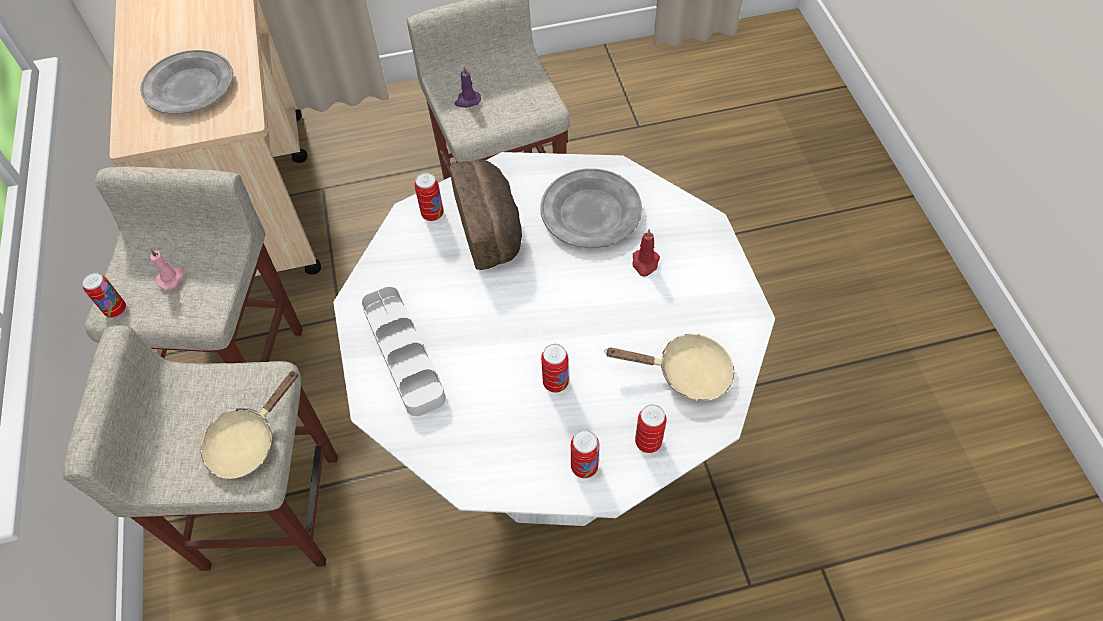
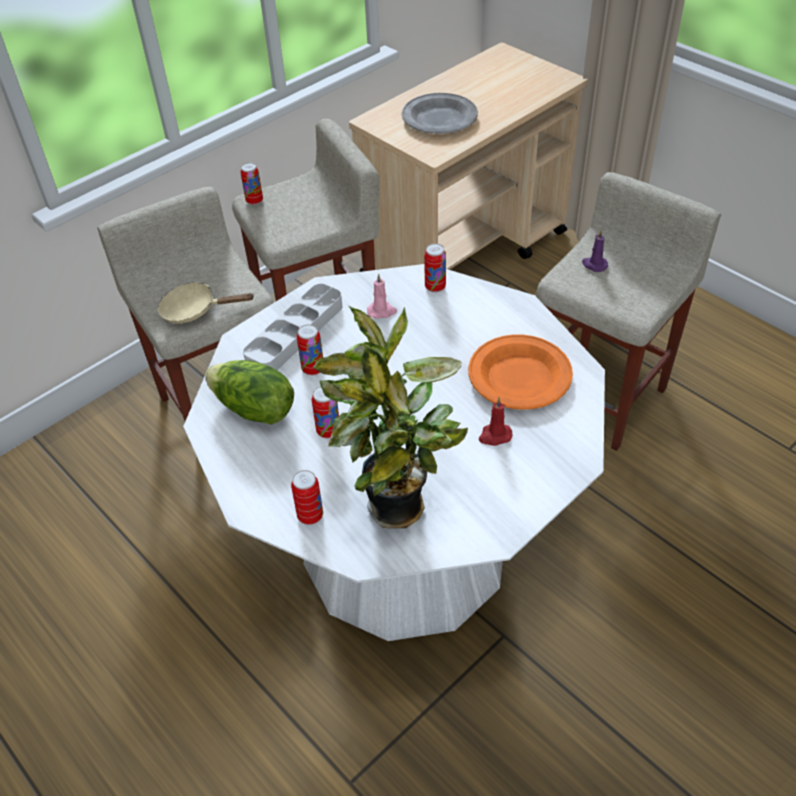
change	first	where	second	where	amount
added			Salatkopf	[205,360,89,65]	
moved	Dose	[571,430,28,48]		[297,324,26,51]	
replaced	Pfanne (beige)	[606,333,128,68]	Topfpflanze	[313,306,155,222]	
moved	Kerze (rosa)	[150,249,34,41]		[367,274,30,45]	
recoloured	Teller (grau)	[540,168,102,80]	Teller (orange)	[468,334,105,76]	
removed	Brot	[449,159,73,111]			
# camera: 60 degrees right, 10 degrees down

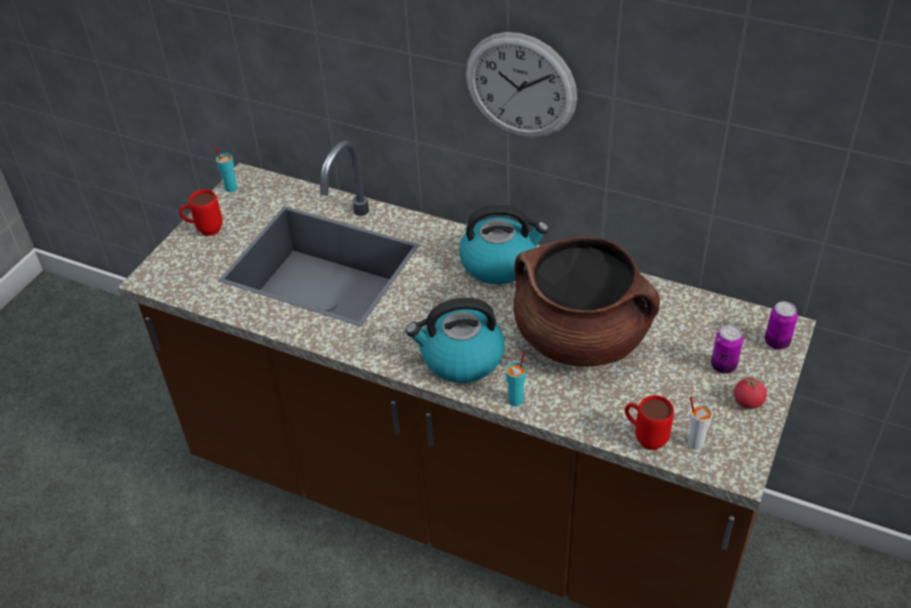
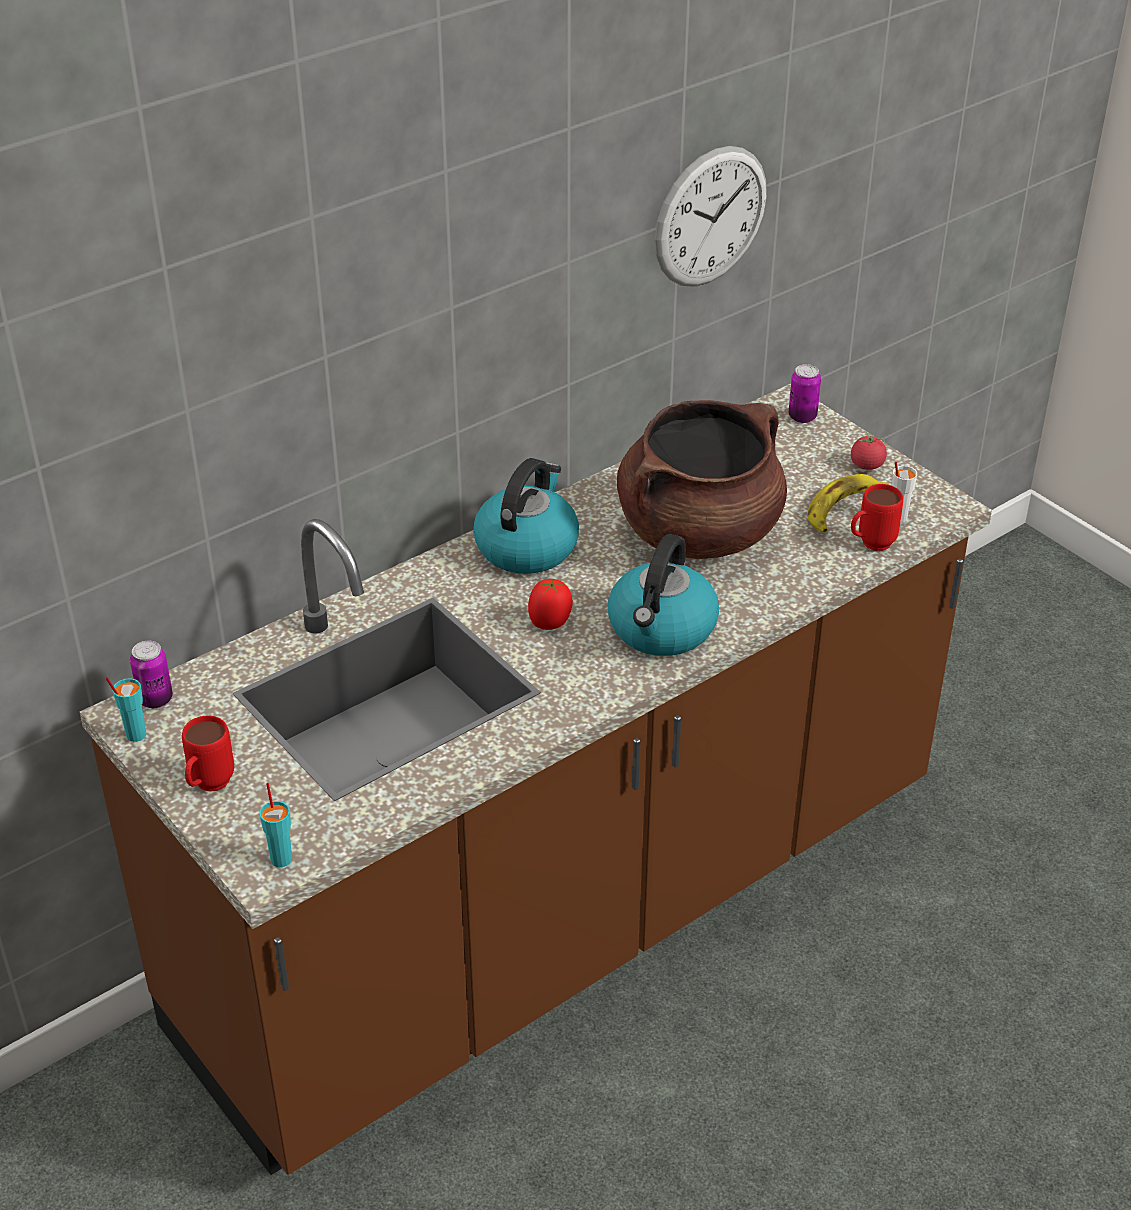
change	first	where	second	where	amount
moved	Dose	[711,325,32,49]		[130,641,43,67]	
moved	Tasse (türkis)	[505,351,21,56]		[259,783,33,84]	
added			Tomate	[528,579,45,51]	
moved	Wanduhr	[466,32,111,106]		[654,146,113,141]	
added			Banane	[807,474,82,58]	
# camera: 65 degrees left, 5 degrees down

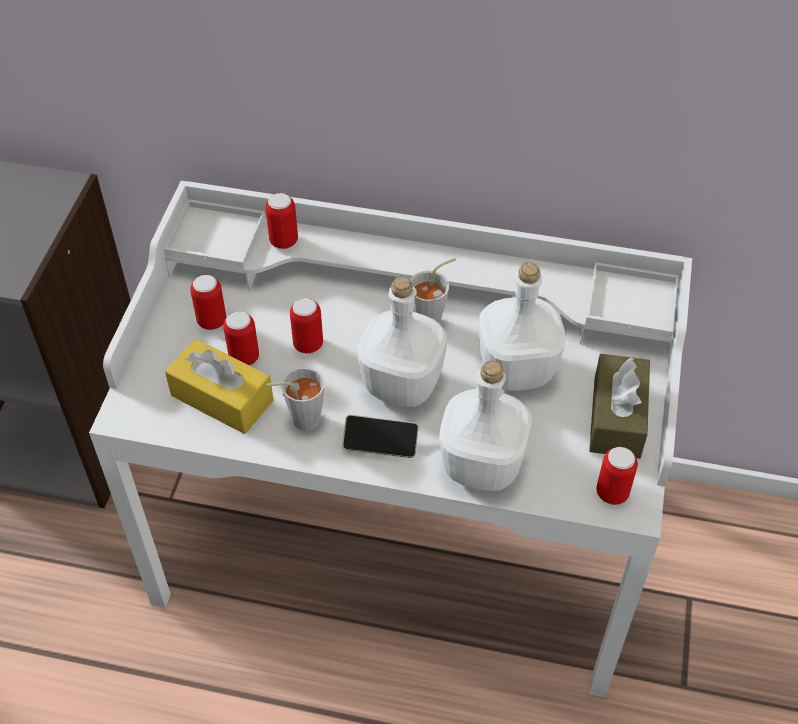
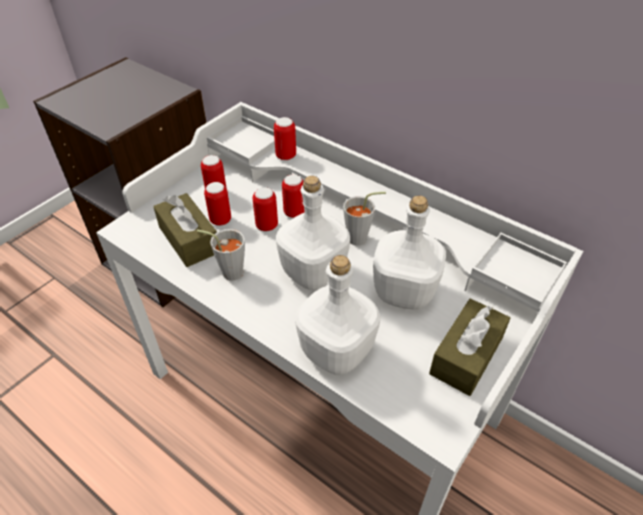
change	first	where	second	where	amount
recoloured	Taschentuchbox (gelb)	[165,339,109,95]	Taschentuchbox (braun)	[153,193,64,74]	
moved	Dose	[596,447,42,58]		[282,175,22,43]	
removed	Handy	[342,415,77,43]			
# camera: 25 degrees right, 5 degrees down

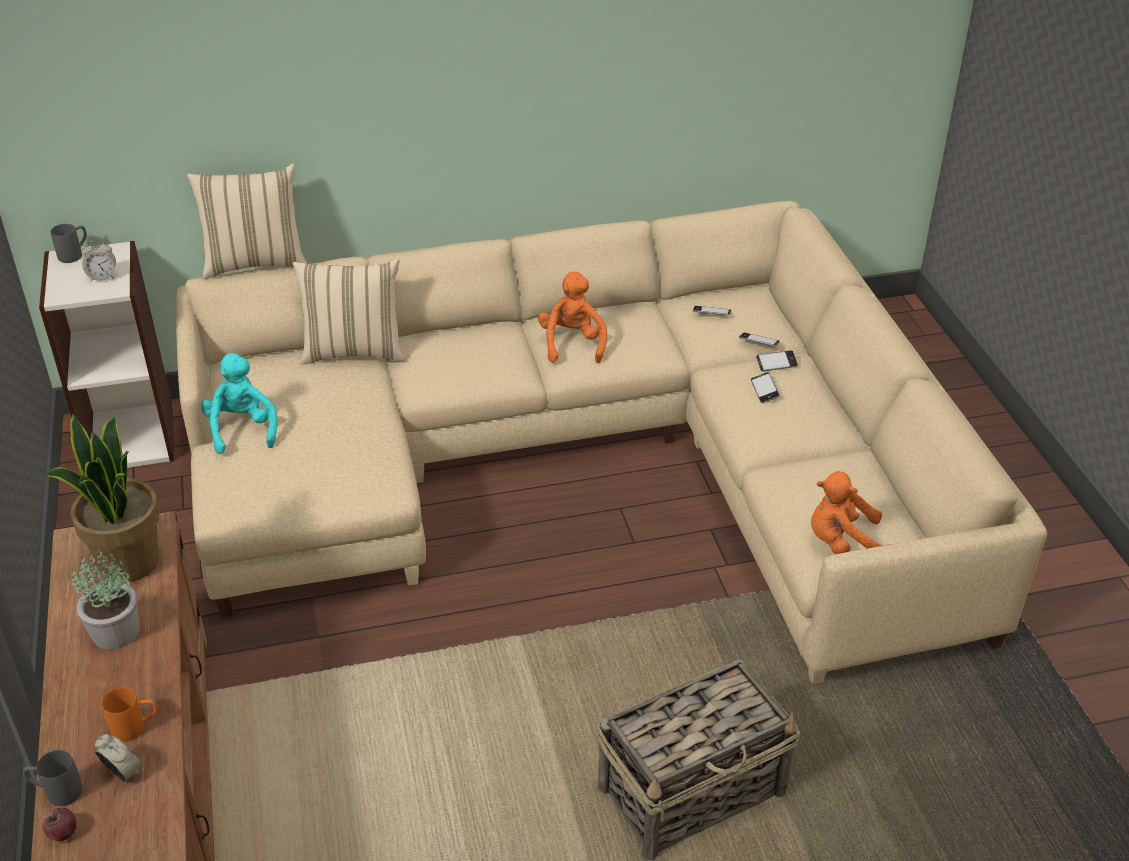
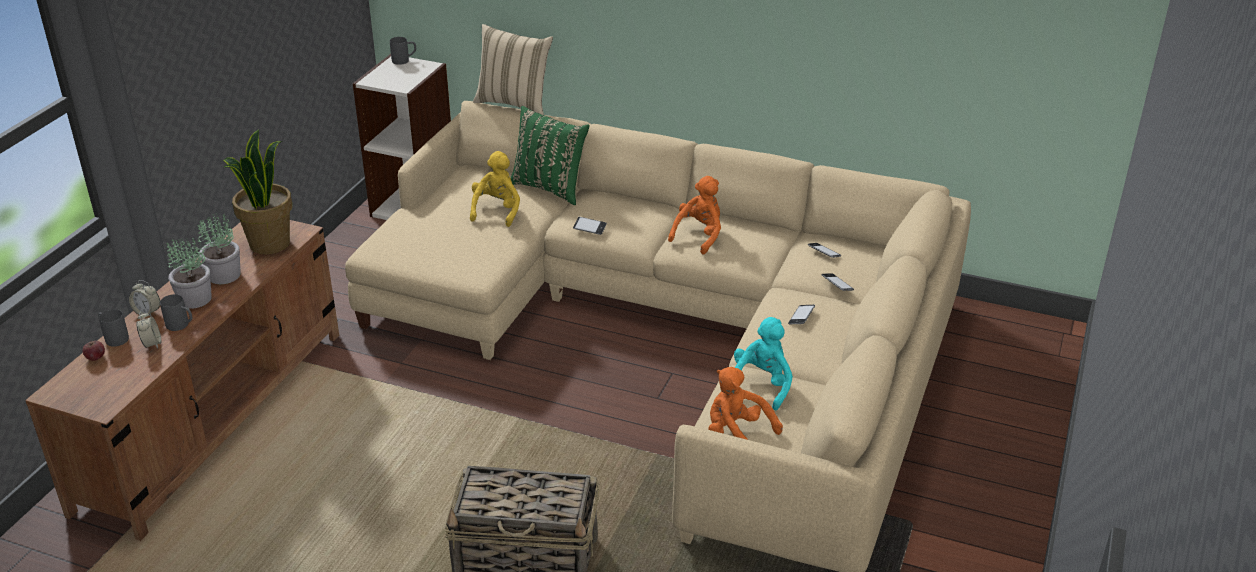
change	first	where	second	where	amount
moved	Wecker	[82,240,34,41]		[129,280,31,36]	
recoloured	Henkelbecher (orange)	[102,687,56,55]	Henkelbecher (grau)	[160,294,32,37]	
added			Topfpflanze	[166,238,46,71]	
added			Plüschtier (gelb)	[470,151,50,76]	
recoloured	Kissen (beige)	[293,258,113,107]	Kissen (grün)	[510,106,79,99]	
moved	Handy	[756,350,42,21]		[573,217,34,18]	
moved	Plüschtier (türkis)	[201,353,76,101]		[734,317,59,94]	
# camera: 35 degrees right, 5 degrees down

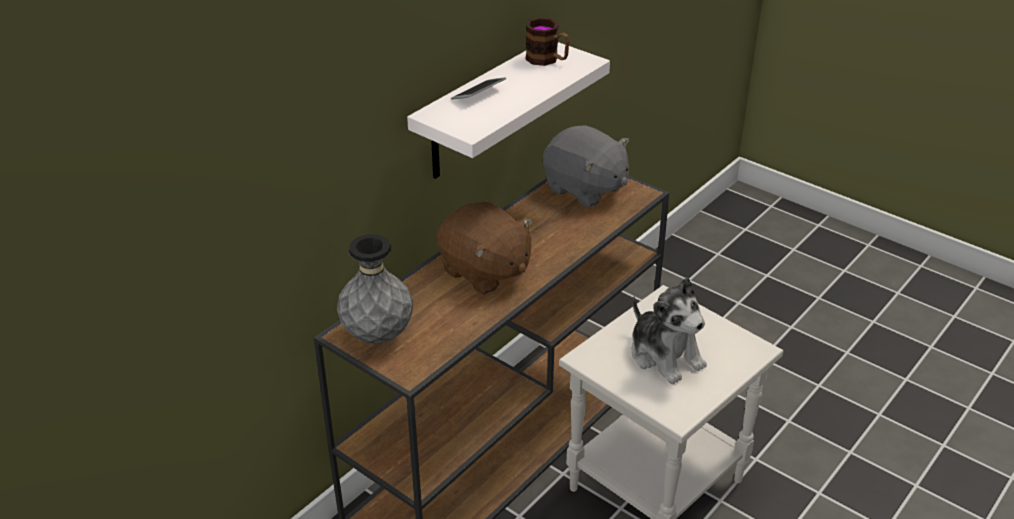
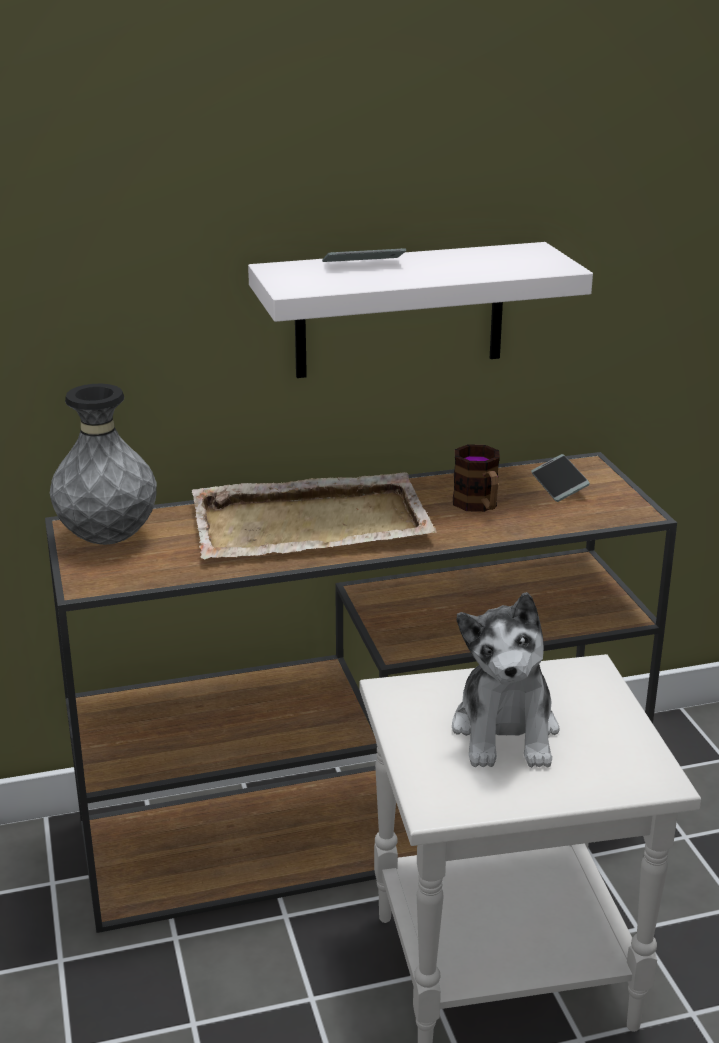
change	first	where	second	where	amount
replaced	Plüschtier (braun)	[436,202,97,93]	Tablett (beige)	[192,472,245,87]	
moved	Henkelbecher	[525,17,45,49]		[453,444,47,68]	
replaced	Plüschtier (grau)	[543,125,86,83]	Handy	[531,454,59,48]	
# camera: 35 degrees right, 10 degrees down

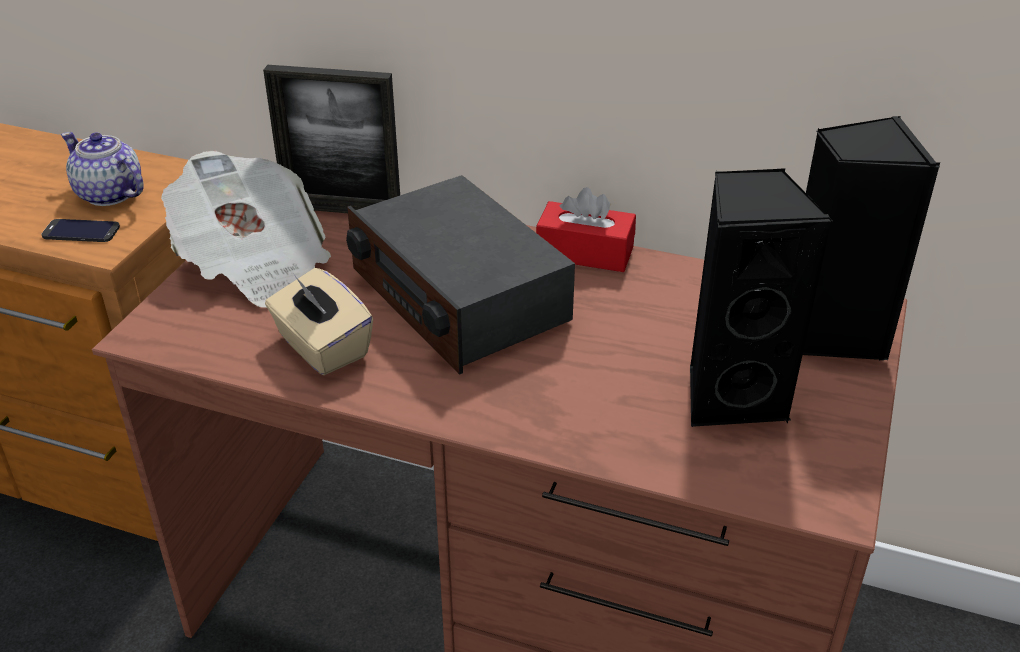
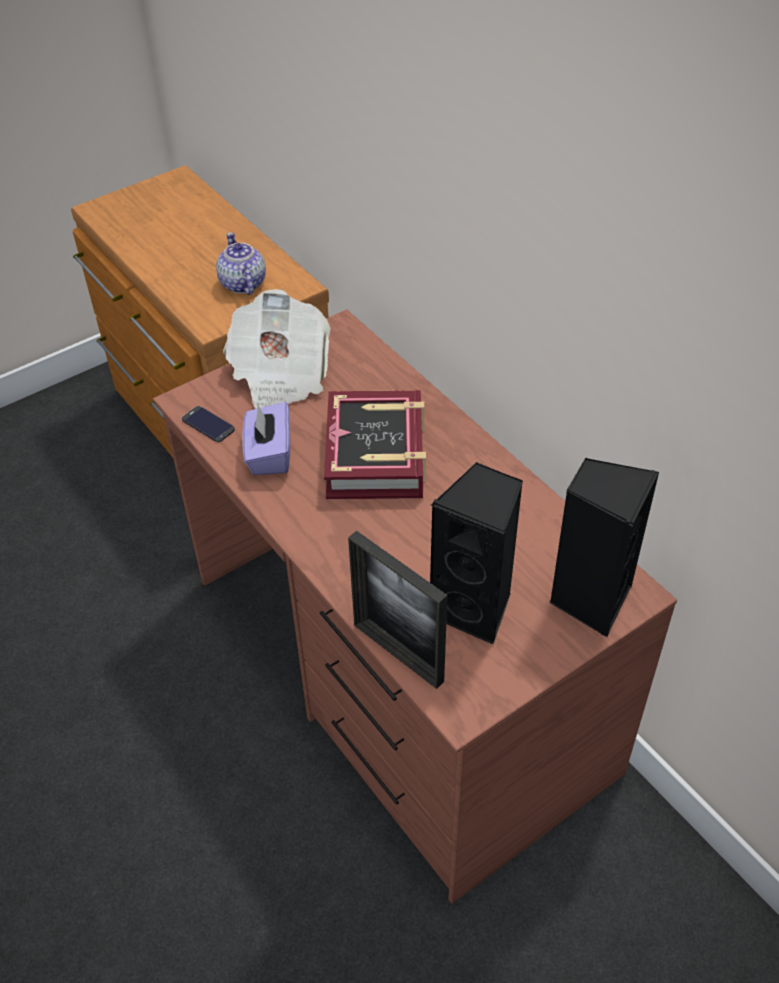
change	first	where	second	where	amount
moved	Handy	[42,219,78,23]		[182,406,53,36]	
recoloured	Taschentuchbox (beige)	[265,268,108,107]	Taschentuchbox (lila)	[242,402,48,73]	
replaced	Radio	[346,175,229,200]	Buch	[324,390,102,109]	
moved	Bilderrahmen	[263,65,137,148]		[348,531,99,158]	
removed	Taschentuchbox (rot)	[536,187,100,85]			
# camera: 35 degrees right, 10 degrees up

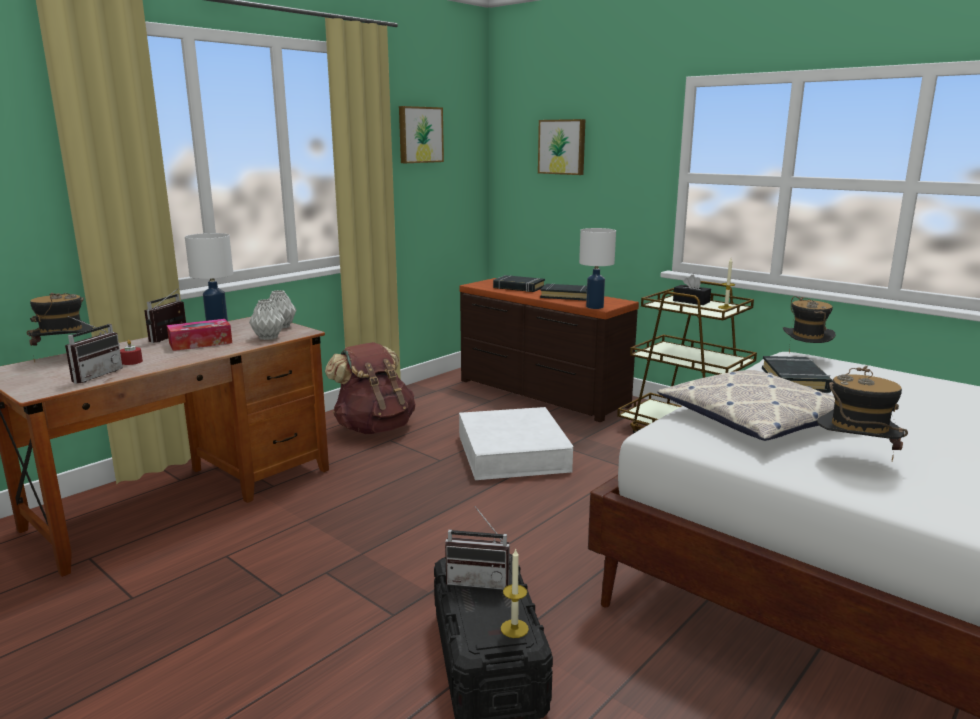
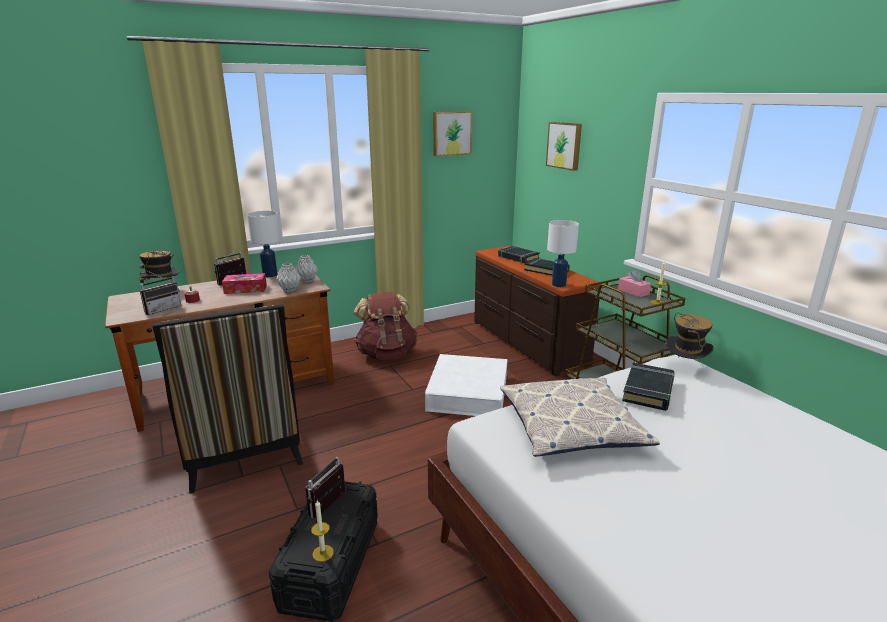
change	first	where	second	where	amount
added			Stuhl	[152,304,151,190]	
turned	Radio	[445,506,67,84]		[305,457,41,62]	90 degrees clockwise
recoloured	Taschentuchbox (schwarz)	[673,275,38,30]	Taschentuchbox (rosa)	[618,270,33,27]	
removed	Hut	[817,366,91,95]			
# camera: 20 degrees right, 5 degrees up

